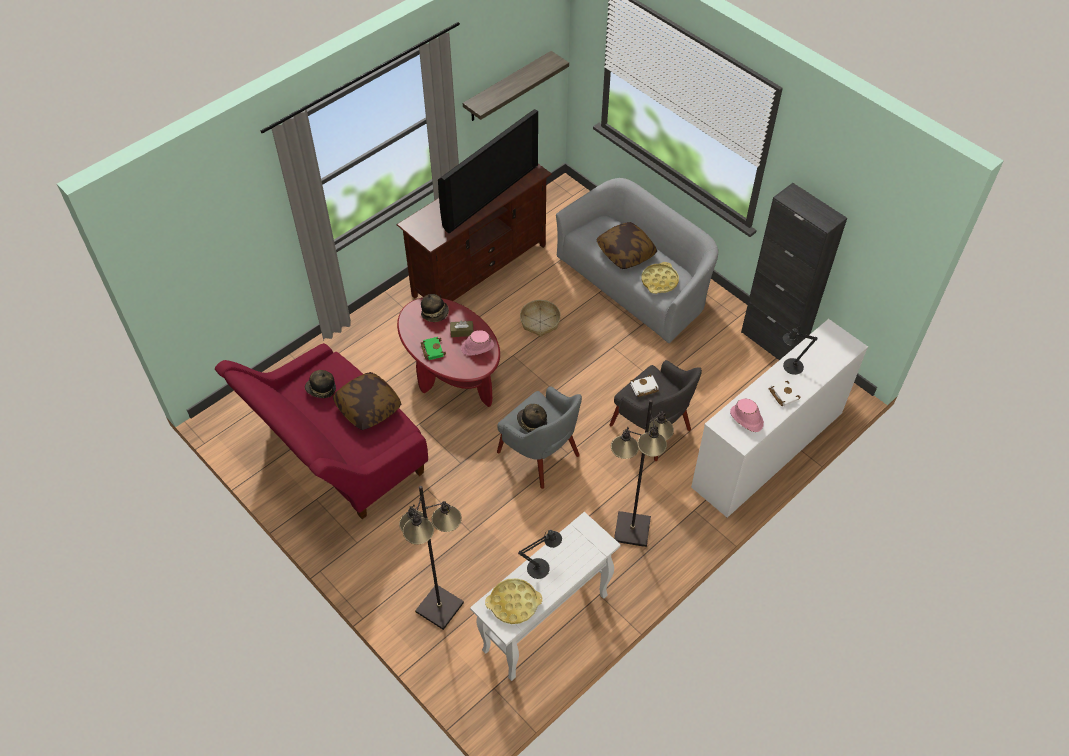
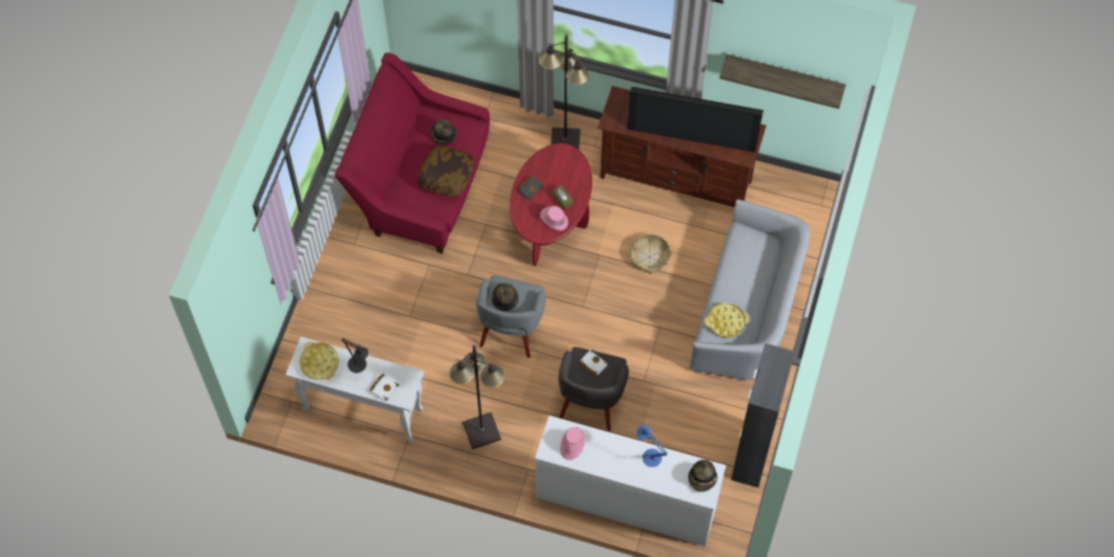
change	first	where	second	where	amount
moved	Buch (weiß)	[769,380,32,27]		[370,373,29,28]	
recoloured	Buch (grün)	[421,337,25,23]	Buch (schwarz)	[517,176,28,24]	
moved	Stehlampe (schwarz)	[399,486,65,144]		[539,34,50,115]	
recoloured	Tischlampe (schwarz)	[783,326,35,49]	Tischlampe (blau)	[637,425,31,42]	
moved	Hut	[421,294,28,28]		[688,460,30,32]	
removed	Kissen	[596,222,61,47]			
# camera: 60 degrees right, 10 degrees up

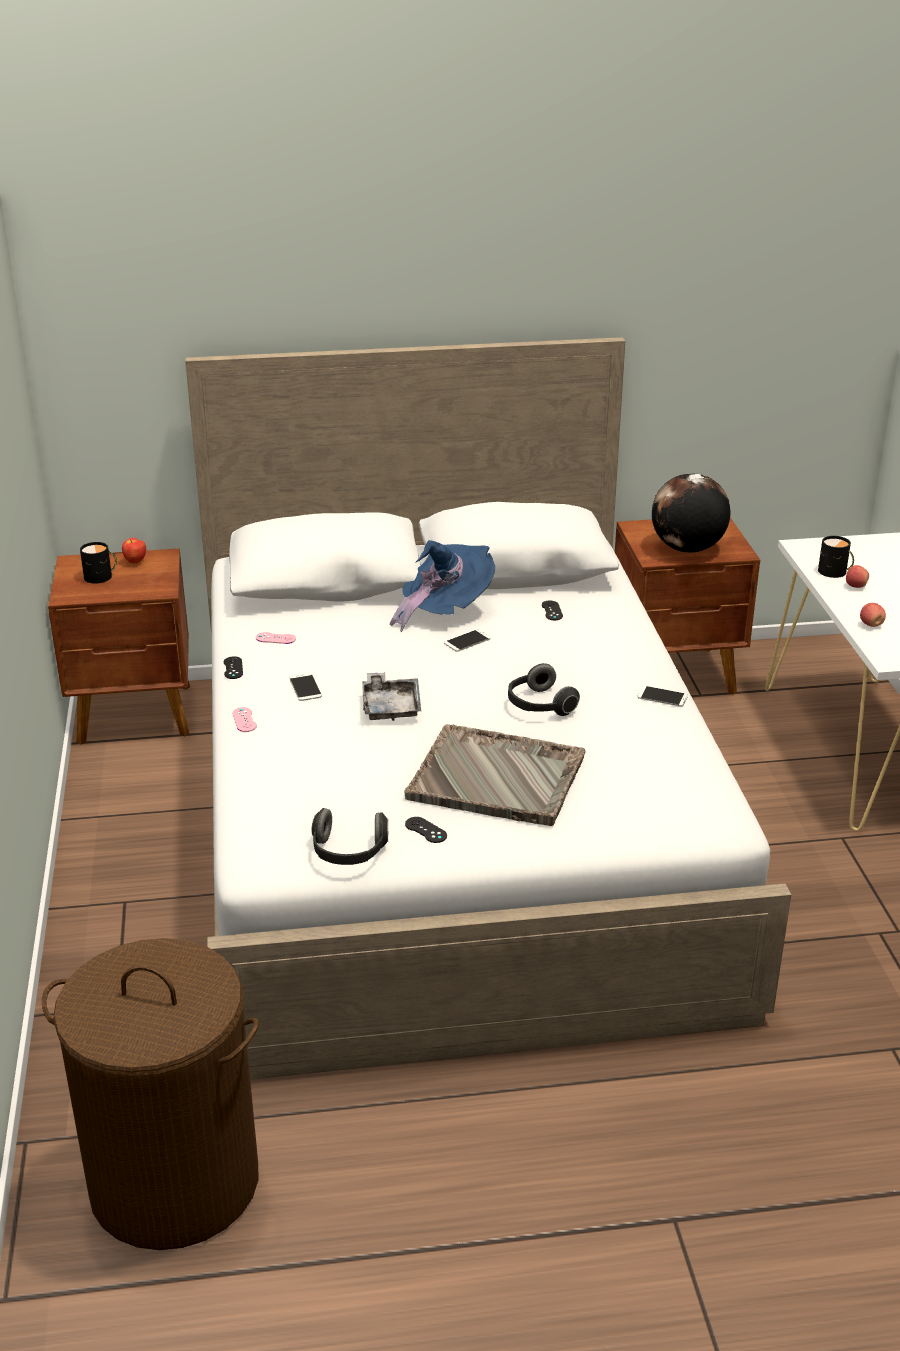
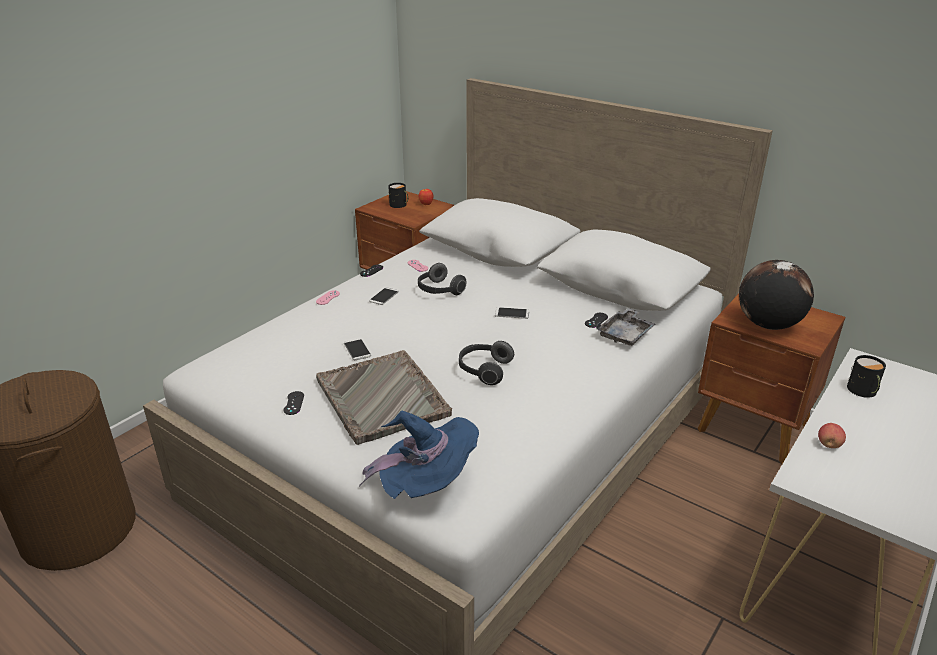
change	first	where	second	where	amount
moved	Handy	[638,686,50,21]		[344,338,27,22]	
moved	Hut (blau)	[390,540,105,92]		[359,410,120,89]	
moved	Kopfhörer	[311,808,77,57]		[418,263,48,32]	
moved	Tablett (grau)	[362,672,59,49]		[596,308,60,38]	
removed	Apfel	[846,565,23,23]			
# camera: 45 degrees right, 0 degrees up

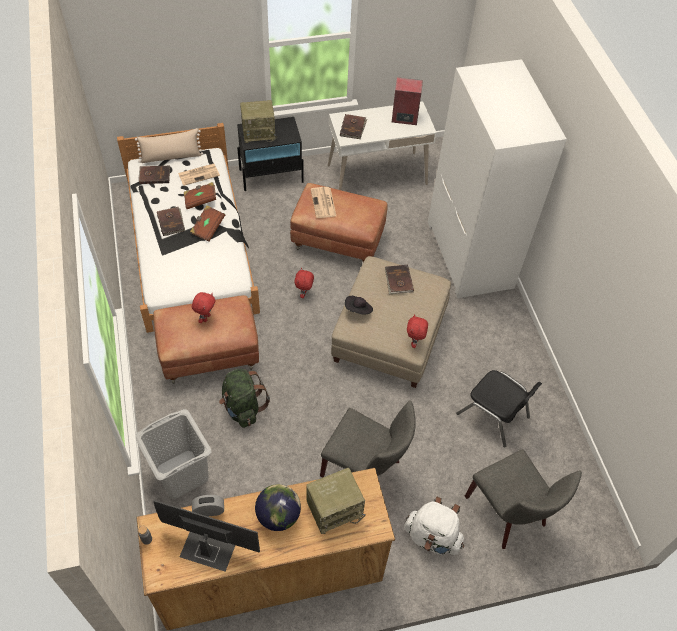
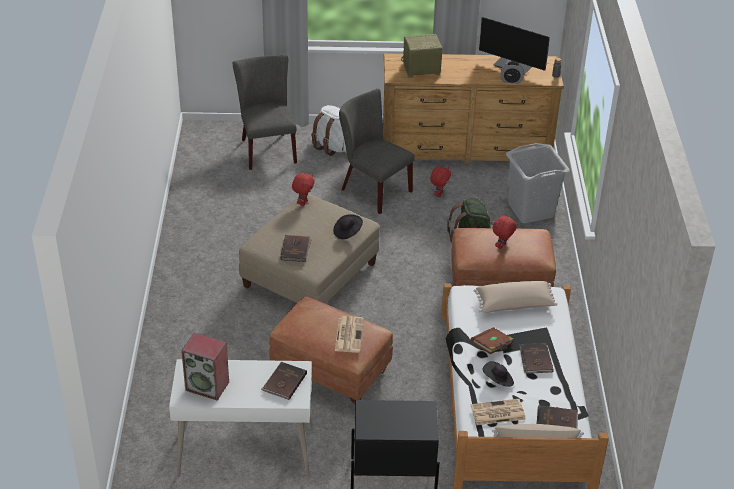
change	first	where	second	where	amount
moved	Plüschtier (rot)	[294,268,20,30]		[430,167,21,30]	
added			Kissen (beige)	[473,281,85,32]	
replaced	Buch (braun)	[184,182,32,27]	Hut (schwarz)	[482,361,32,26]	
removed	Radio	[240,100,37,43]			
removed	Globus	[255,484,46,47]			
removed	Kleiderschrank (weiß)	[428,59,139,239]			
removed	Stuhl (schwarz)	[456,370,86,77]			
# camera: 165 degrees left, 15 degrees down

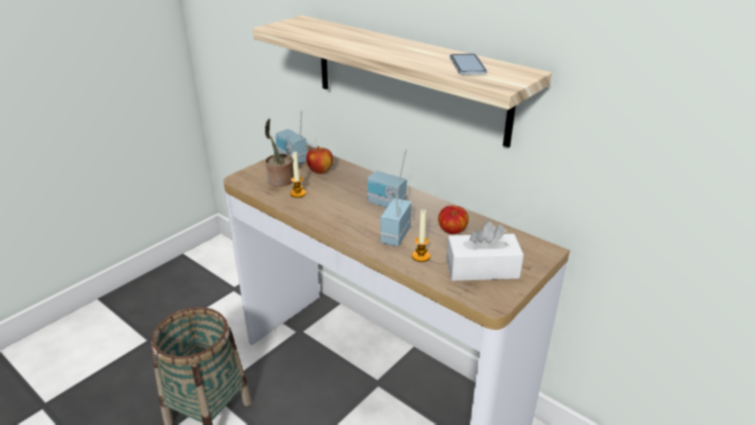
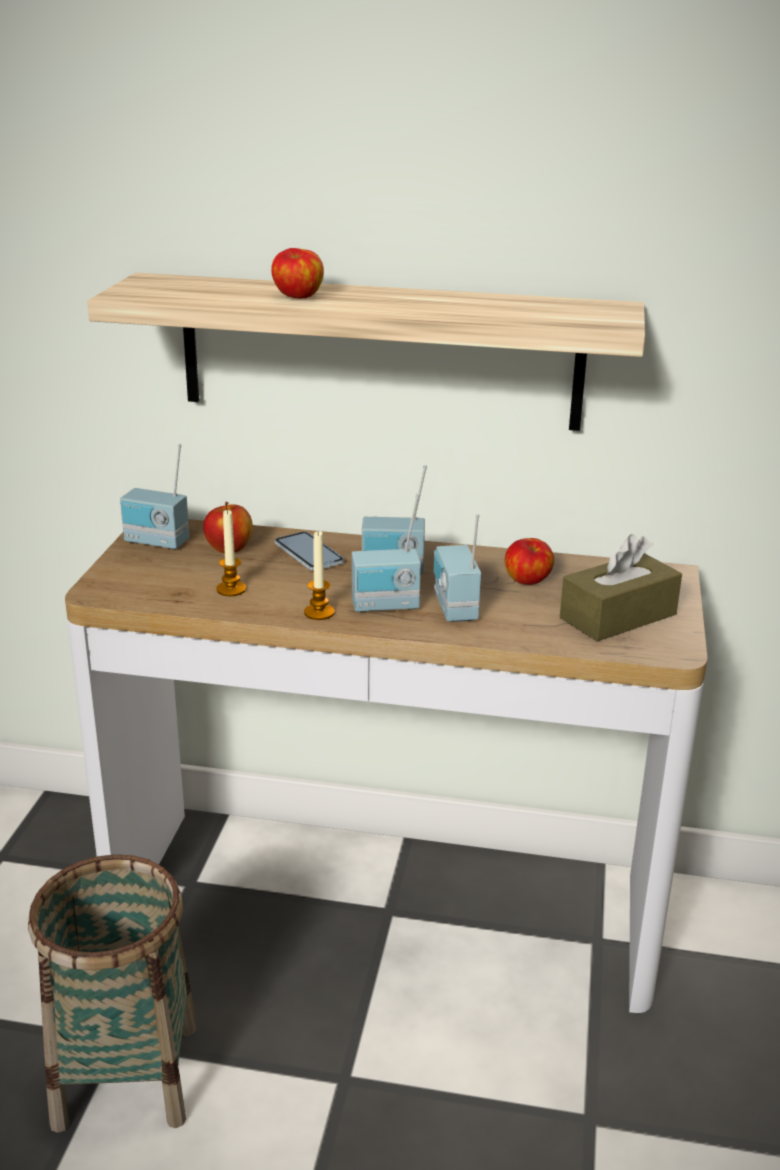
change	first	where	second	where	amount
added			Apfel	[271,248,53,50]	
moved	Handy	[450,54,37,21]		[275,532,69,39]	
moved	Kerze	[412,210,19,52]		[304,531,31,89]	
added			Radio	[352,494,69,118]	
recoloured	Taschentuchbox (weiß)	[446,221,78,60]	Taschentuchbox (braun)	[560,534,122,107]	
removed	Topfpflanze	[265,118,29,69]			
# camera: 30 degrees left, 5 degrees down

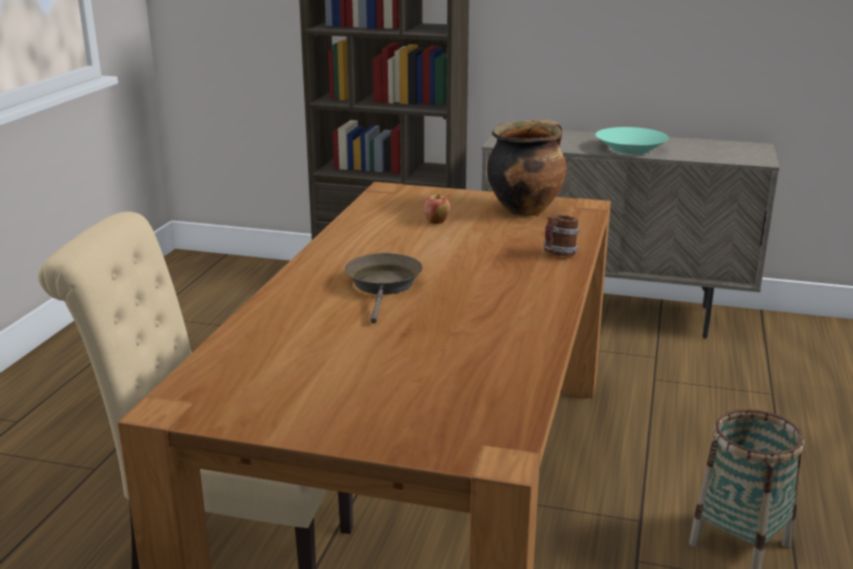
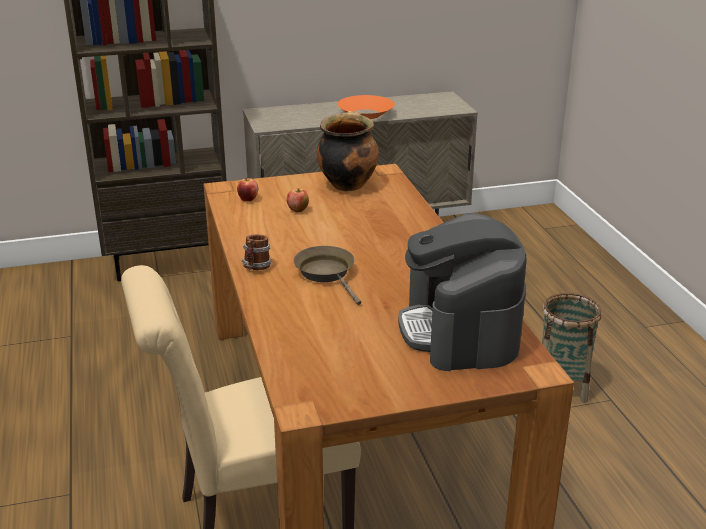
change	first	where	second	where	amount
added			Apfel	[237,178,21,23]	
moved	Henkelbecher	[543,214,37,42]		[242,234,29,36]	
recoloured	Schüssel (türkis)	[595,127,74,27]	Schüssel (orange)	[337,95,58,24]	
added			Kaffeemaschine	[398,213,129,158]	
# camera: 30 degrees left, 5 degrees up

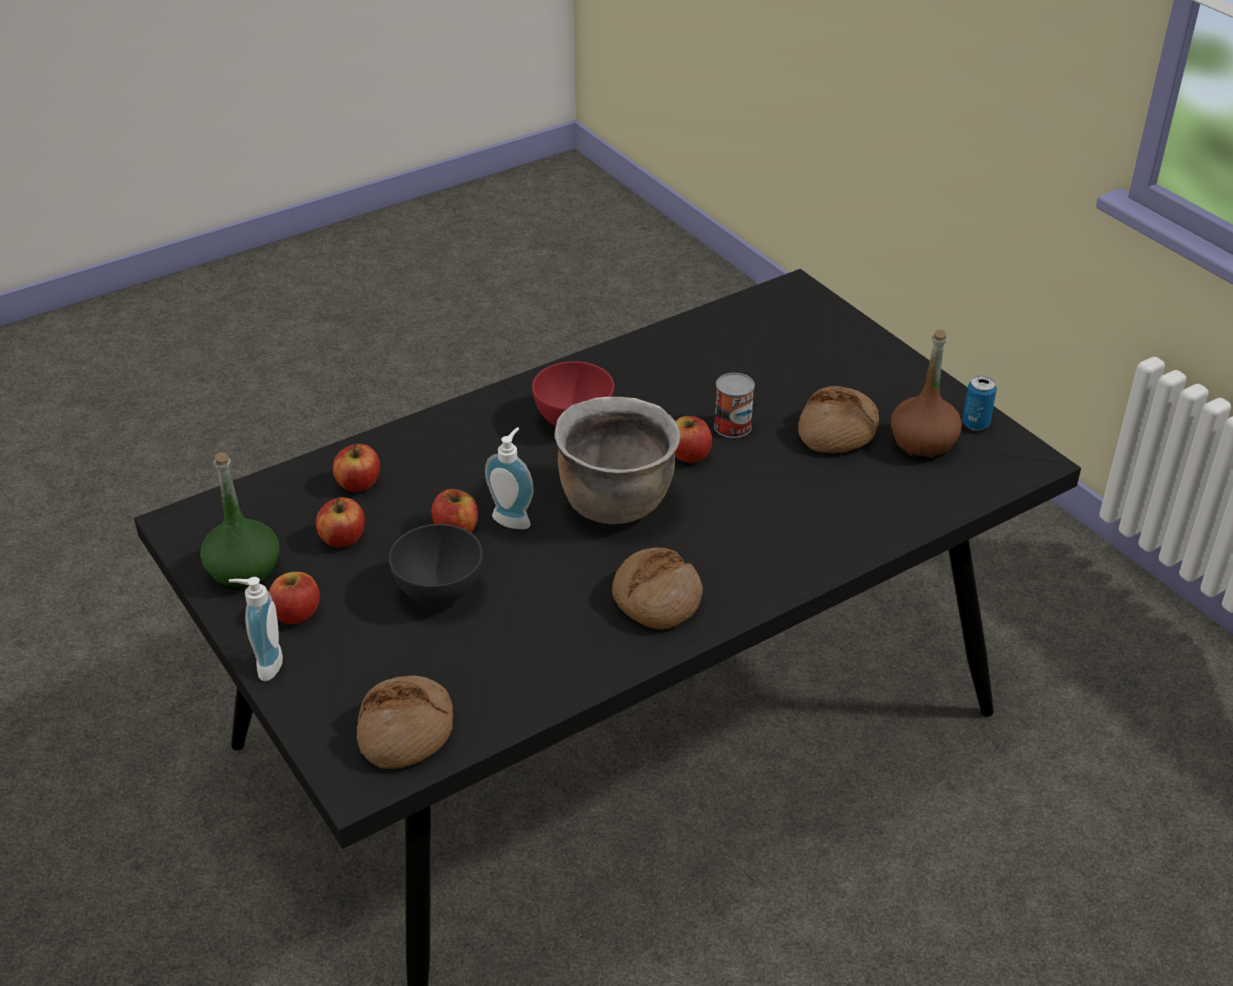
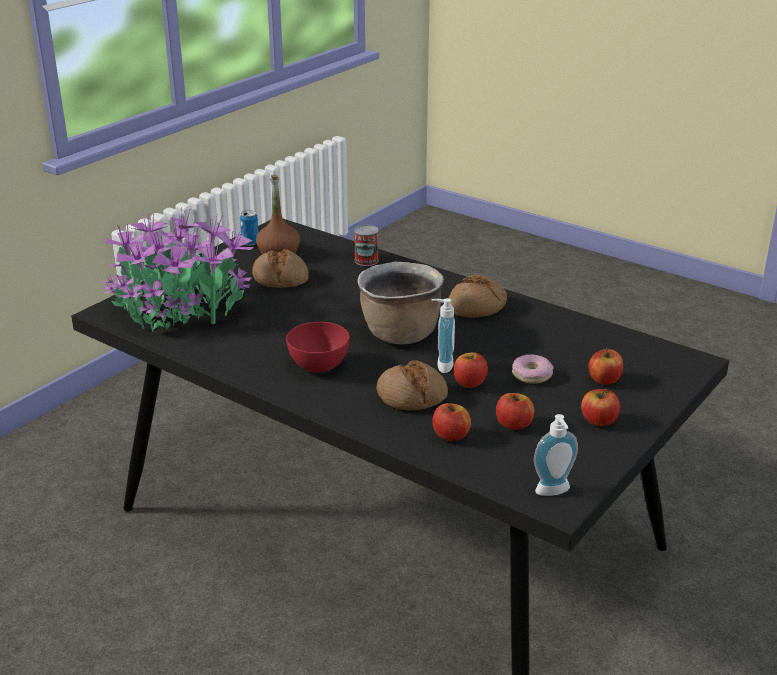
change	first	where	second	where	amount
added			Topfpflanze	[102,207,152,125]	
moved	Dose	[714,373,41,65]		[354,225,25,41]	
moved	Brot	[357,675,96,94]		[376,361,72,50]	
replaced	Schüssel (grau)	[389,524,94,82]	Donut	[512,354,42,30]	
moved	Seifenspender	[229,577,54,104]		[534,414,44,82]	
moved	Apfel	[675,416,37,47]		[588,348,35,37]	
removed	Flasche (grün)	[200,453,79,137]			
# camera: 110 degrees left, 10 degrees down

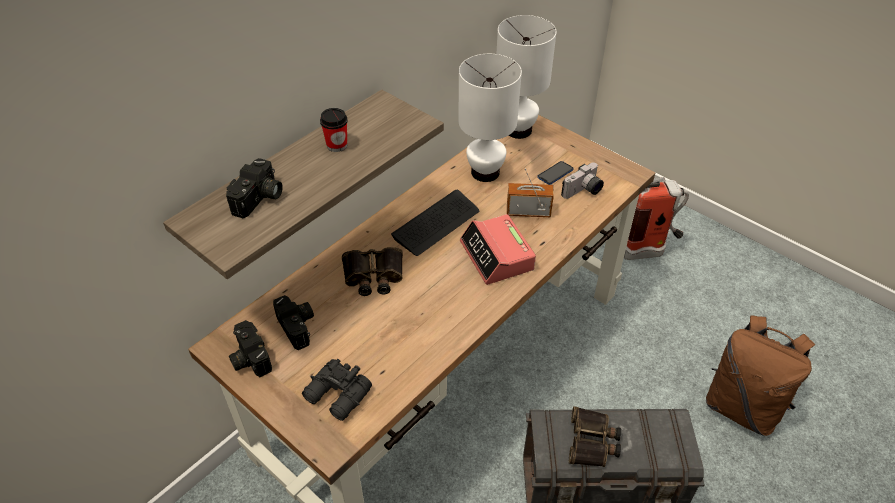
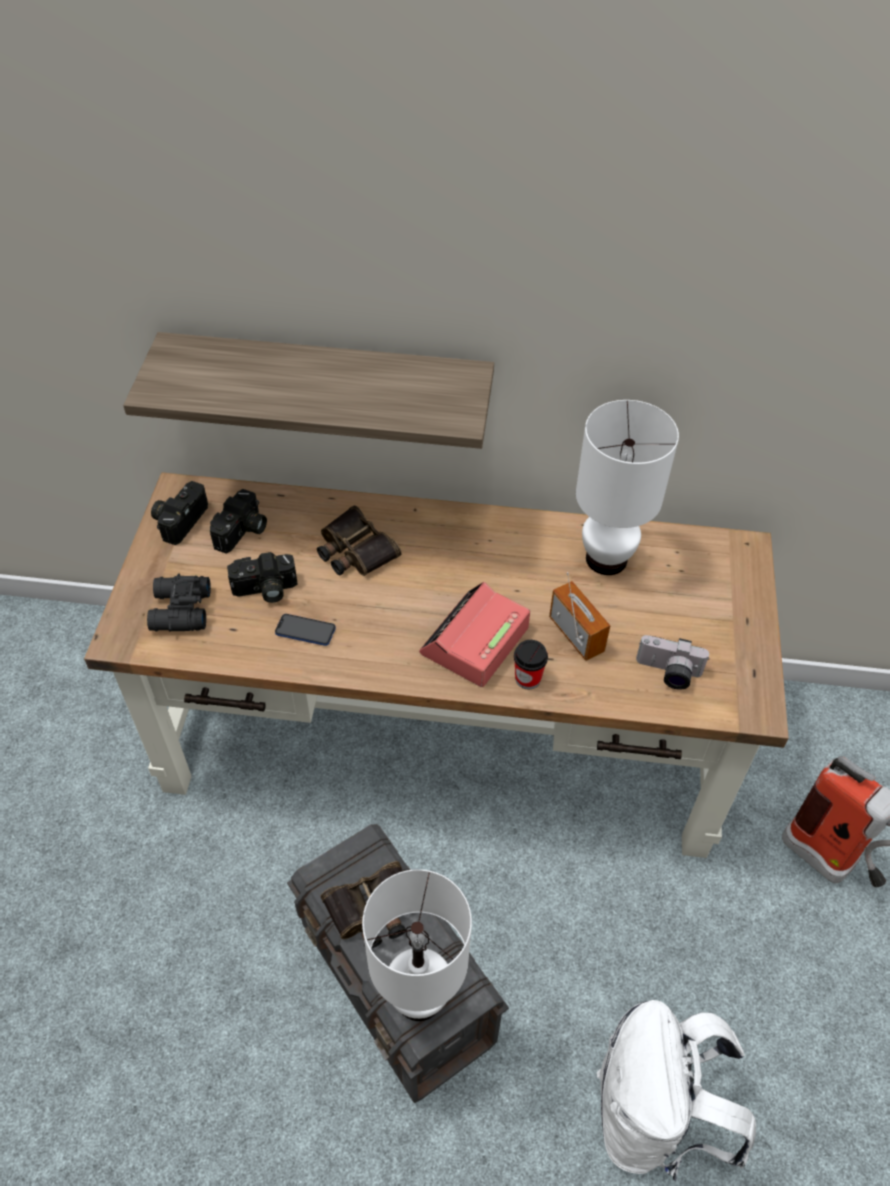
change	first	where	second	where	amount
moved	Kamera	[226,158,57,60]		[227,552,71,51]	
moved	Handy	[537,161,37,24]		[275,614,61,32]	
moved	Tischlampe (weiß)	[497,15,60,124]		[362,869,110,152]	
moved	Tasse	[320,108,28,44]		[514,640,34,49]	
recoloured	Rucksack (braun)	[706,315,109,121]	Rucksack (weiß)	[597,1000,159,181]	
removed	Tastatur	[391,190,88,66]			
# camera: 55 degrees right, 5 degrees up

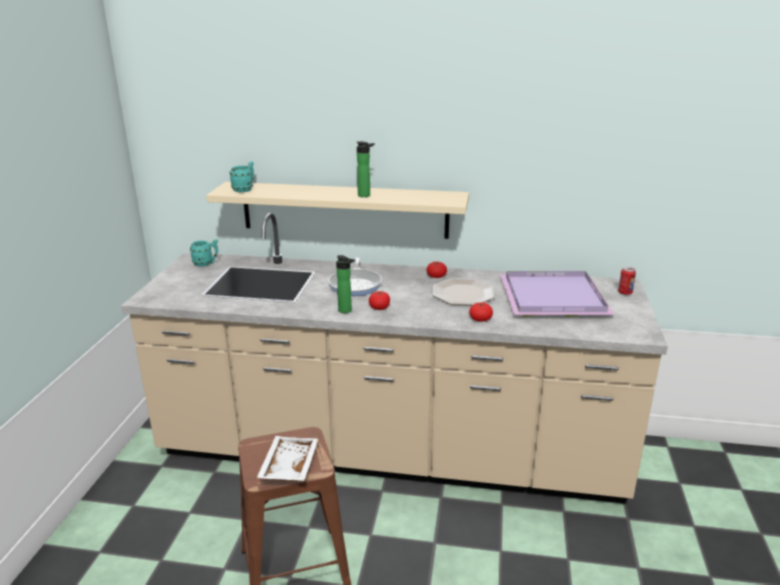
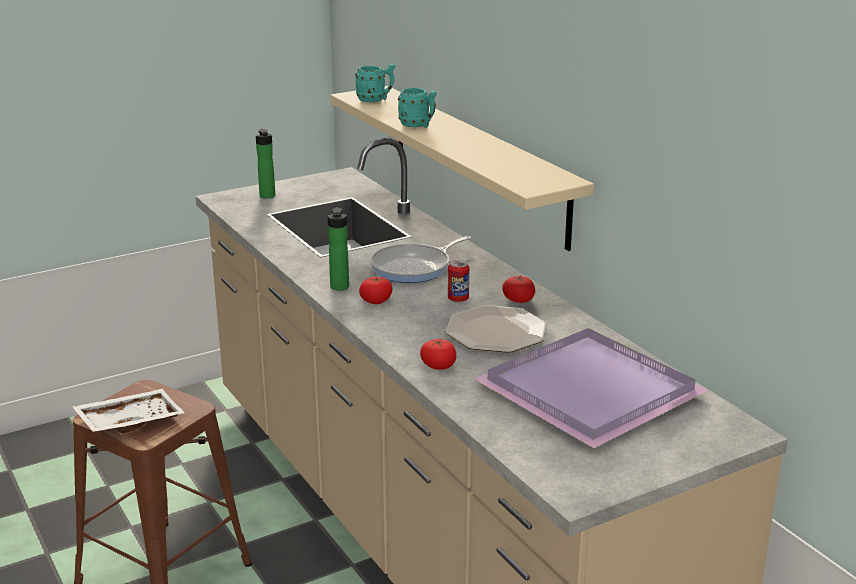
change	first	where	second	where	amount
moved	Flasche	[356,141,19,56]		[256,129,19,70]	
moved	Henkelbecher (türkis)	[190,239,28,27]		[398,88,38,40]	
moved	Dose	[618,267,18,28]		[448,260,21,43]	
# camera: 50 degrees right, 0 degrees up

